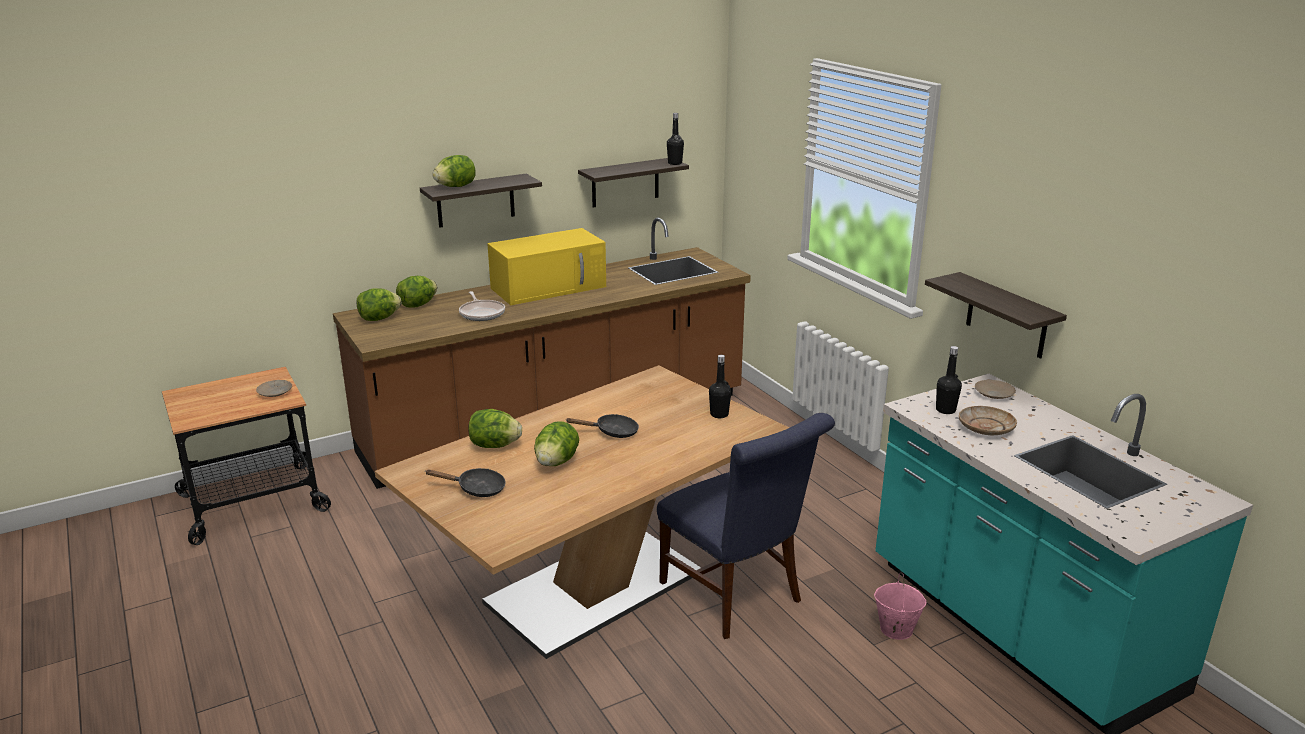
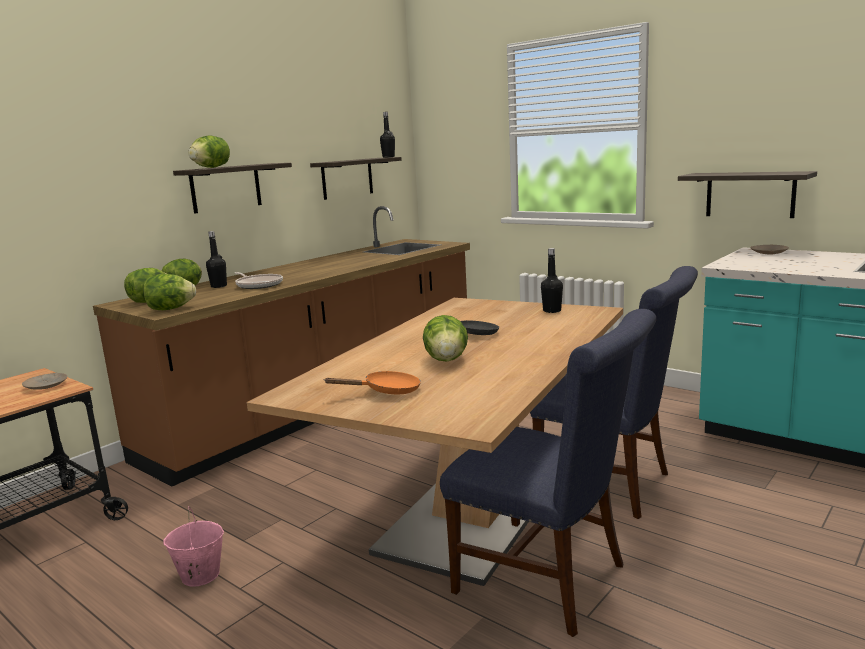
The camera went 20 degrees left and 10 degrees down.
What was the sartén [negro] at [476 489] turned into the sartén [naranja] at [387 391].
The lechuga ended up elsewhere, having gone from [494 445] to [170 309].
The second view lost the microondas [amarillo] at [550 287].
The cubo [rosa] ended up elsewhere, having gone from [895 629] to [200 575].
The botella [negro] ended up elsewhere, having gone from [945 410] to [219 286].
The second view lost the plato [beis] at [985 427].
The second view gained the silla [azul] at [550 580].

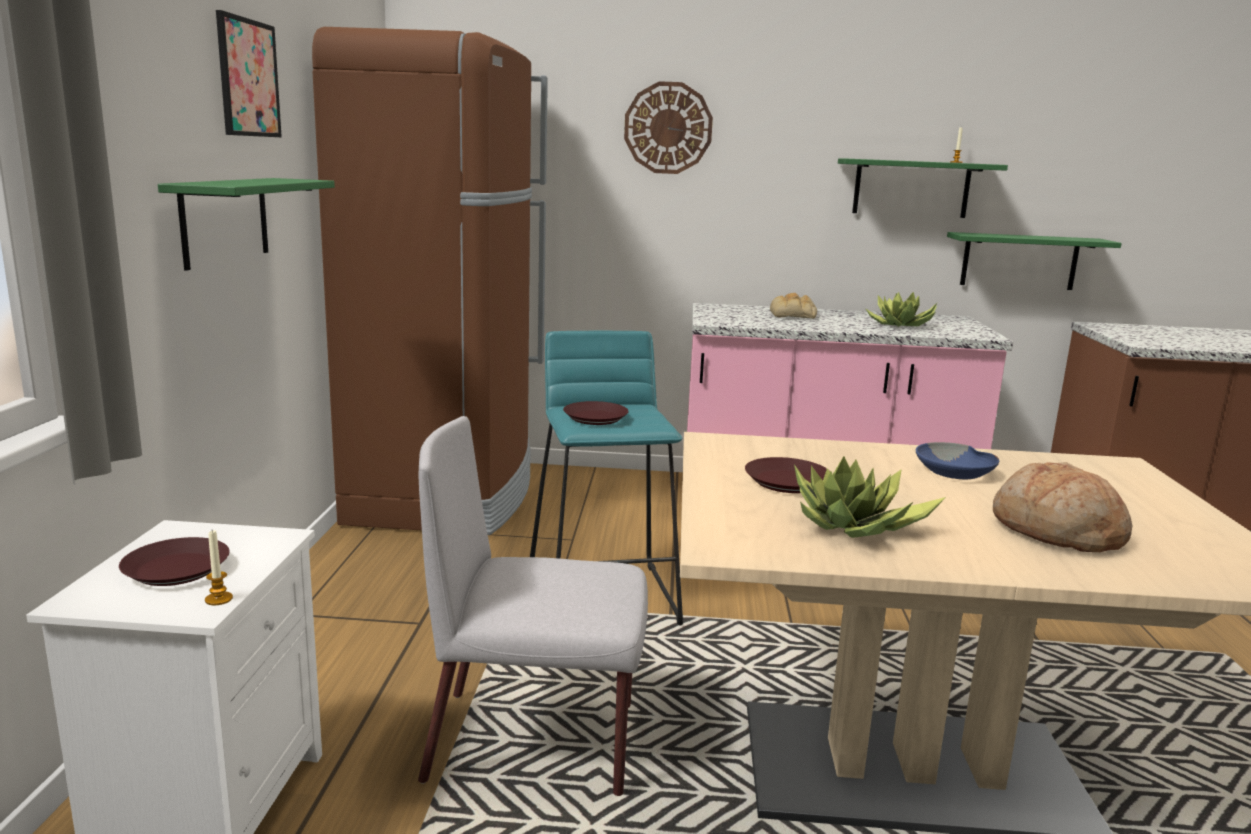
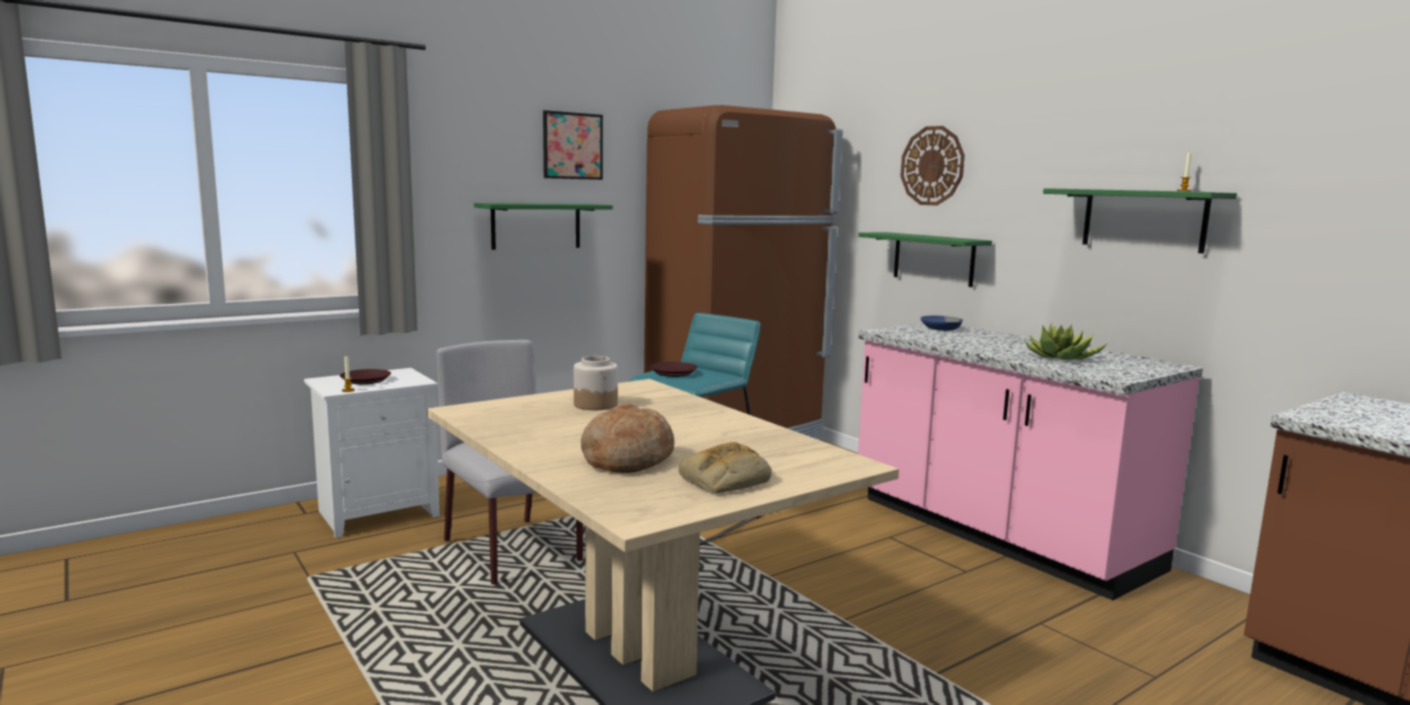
The camera went 50 degrees right and 5 degrees down.
Where the plato [marrón] stood at [786 482], the tarro came to stand at [596 404].
The pan ended up elsewhere, having gone from [793 315] to [724 480].
The second view lost the planta en maceta at [854 527].
The cuenco [azul] ended up elsewhere, having gone from [955 472] to [941 328].
The estante [verde] ended up elsewhere, having gone from [1019 261] to [933 259].

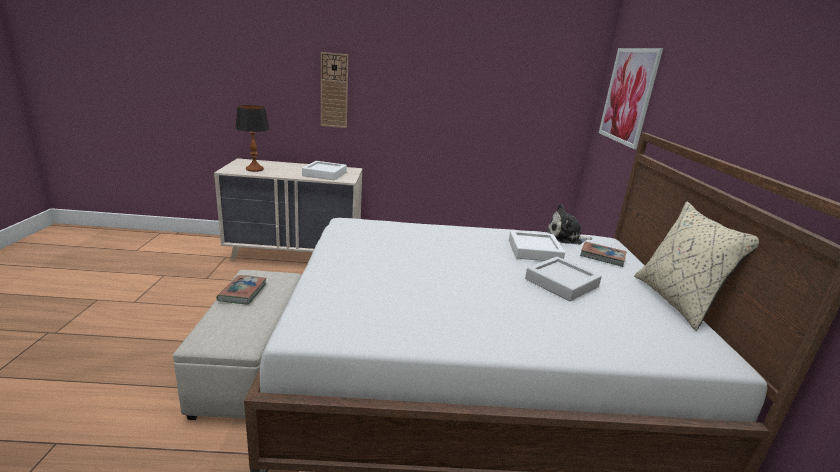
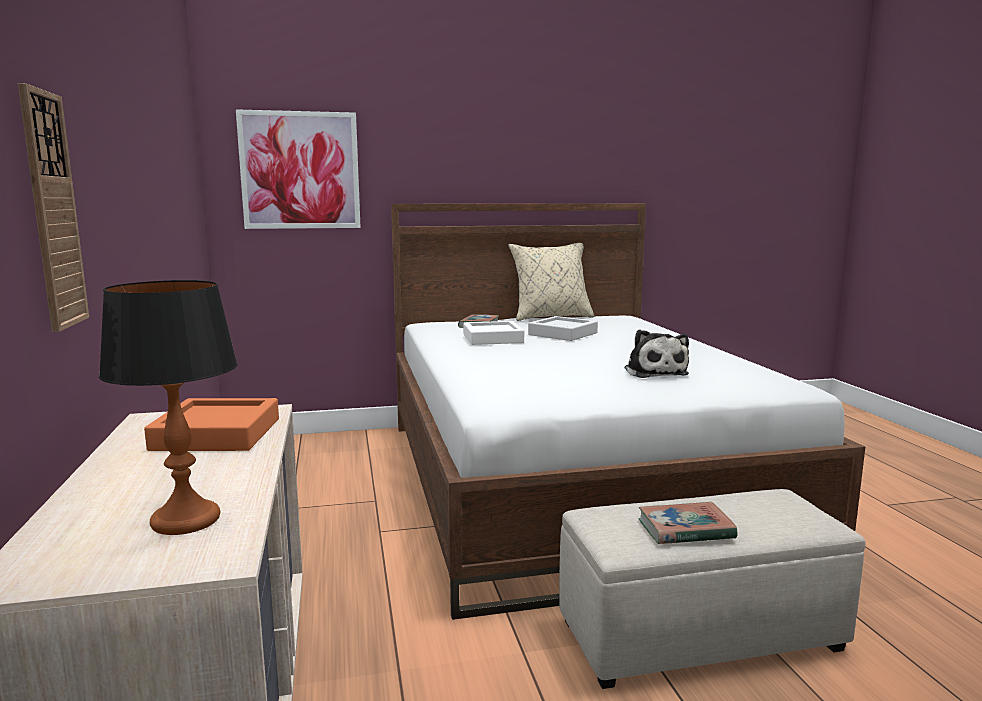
The camera went 100 degrees left and 10 degrees down.
What was the bandeja [blanco] at [324 174] turned into the bandeja [naranja] at [217 434].
The peluche ended up elsewhere, having gone from [566 237] to [654 372].

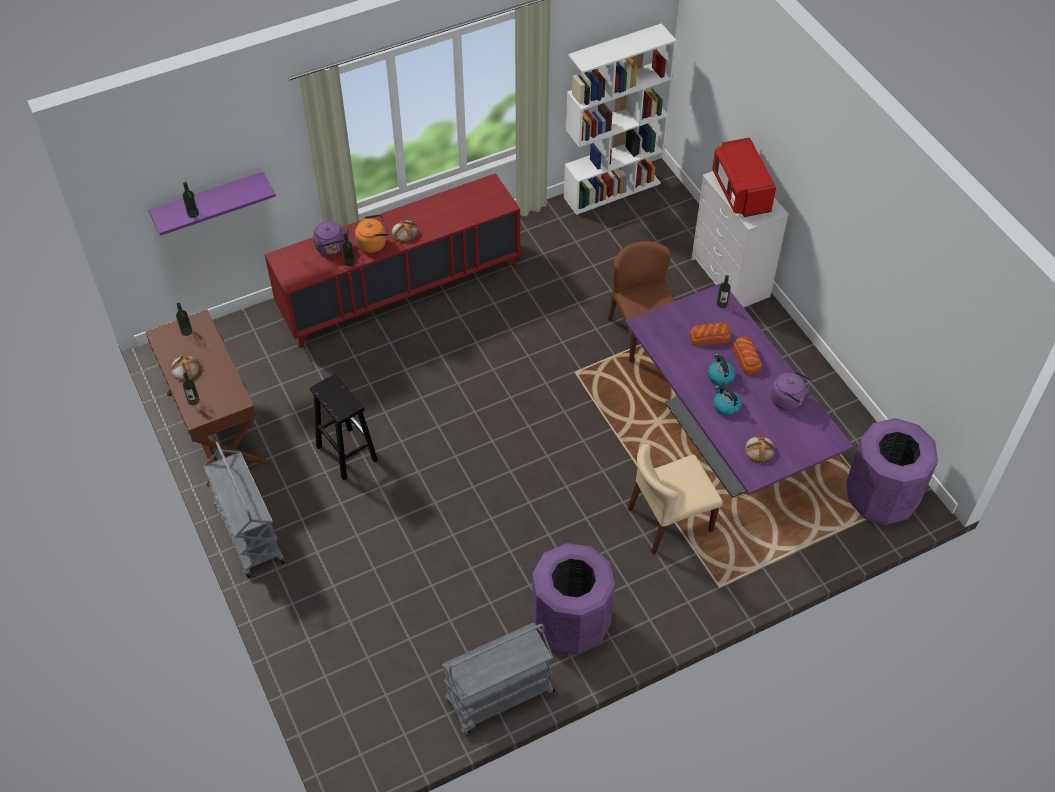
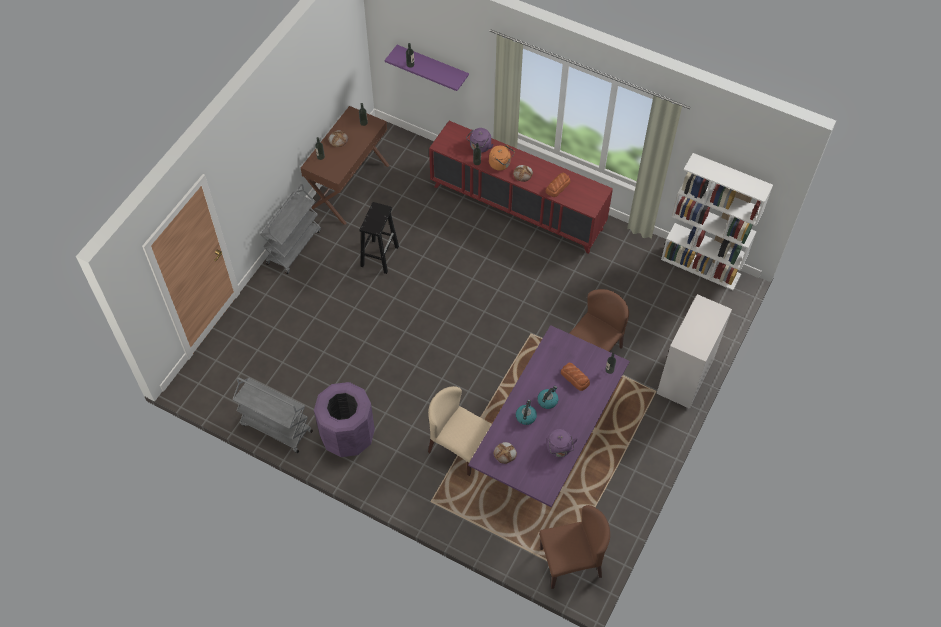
The camera went 55 degrees right and 5 degrees up.
The second view lost the microondas [rojo] at [740 192].
The pan ended up elsewhere, having gone from [746 359] to [557 187].
Where the papelera [morado] stood at [880 498], the silla [marrón] came to stand at [571 562].

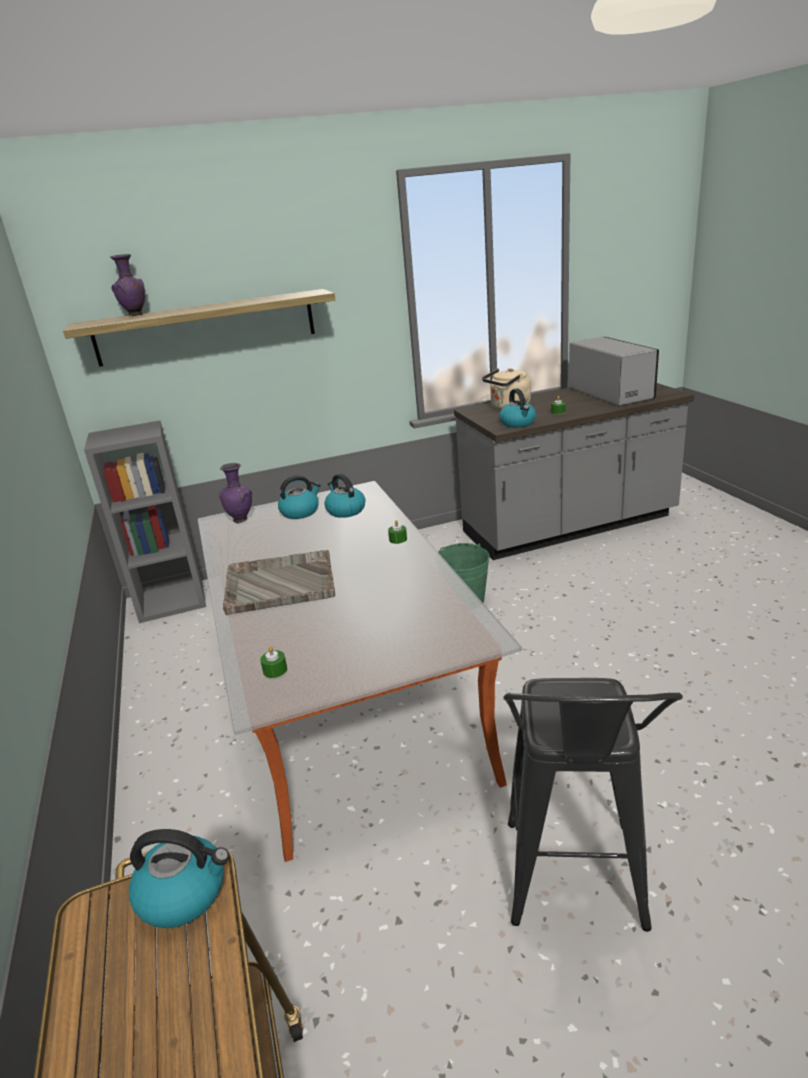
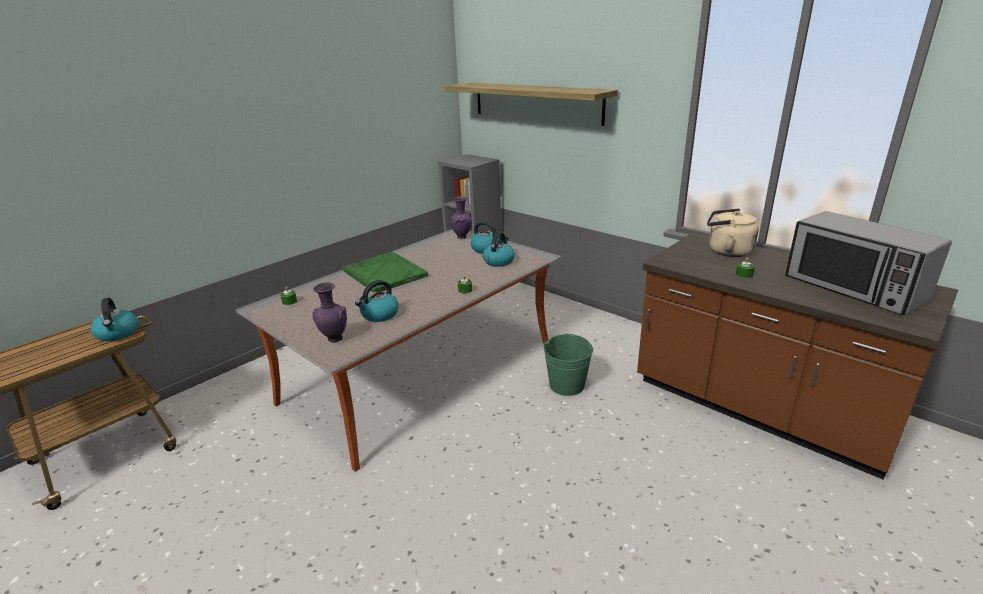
The camera went 60 degrees right and 0 degrees up.
The florero [morado] ended up elsewhere, having gone from [135 315] to [334 339].
What was the bandeja [gris] at [279 584] turned into the bandeja [verde] at [384 273].
What was the mueble bajo de cocina [gris] at [569 526] turned into the mueble bajo de cocina [marrón] at [758 408].
The hervidor ended up elsewhere, having gone from [518 423] to [379 315].
The second view lost the taburete [negro] at [574 889].
The microondas at [610 393] ended up facing another way, 105 degrees clockwise from before.

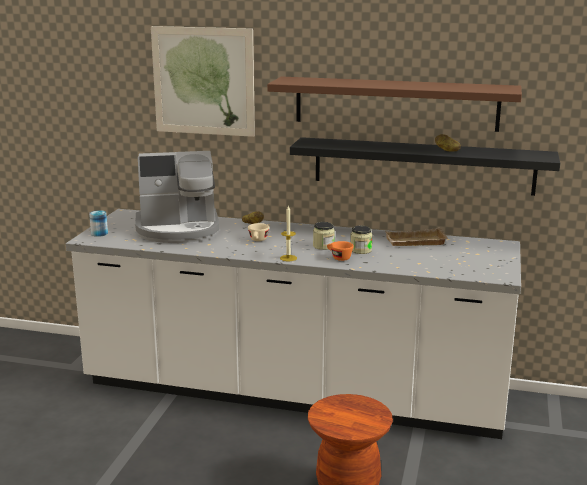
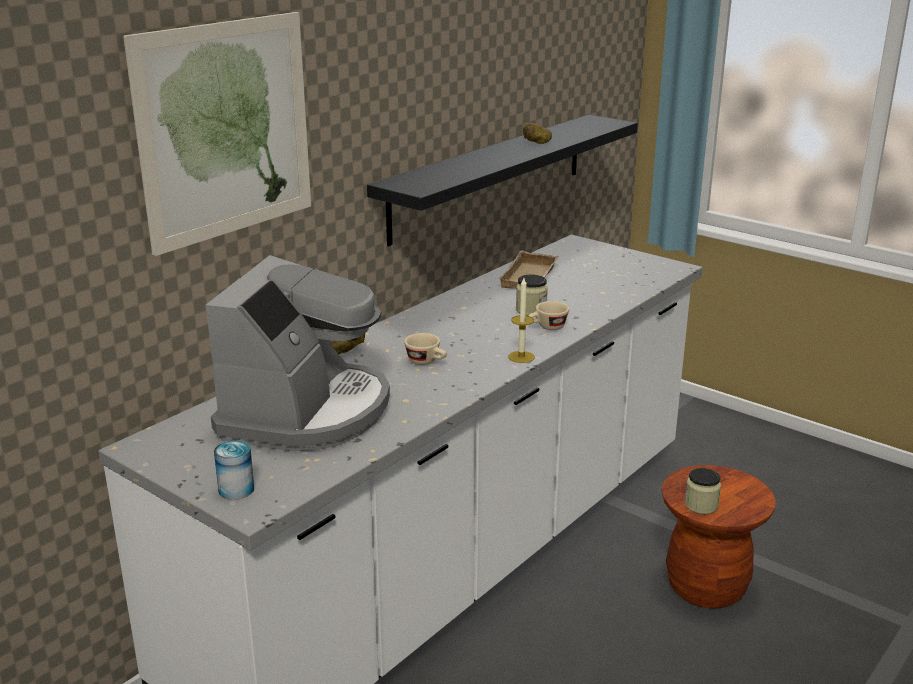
The camera went 65 degrees left and 5 degrees up.
The second view lost the estante [marrón] at [395 103].
The tarro ended up elsewhere, having gone from [323 246] to [701 505].
What was the taza [naranja] at [338 258] turned into the taza [beis] at [547 328].

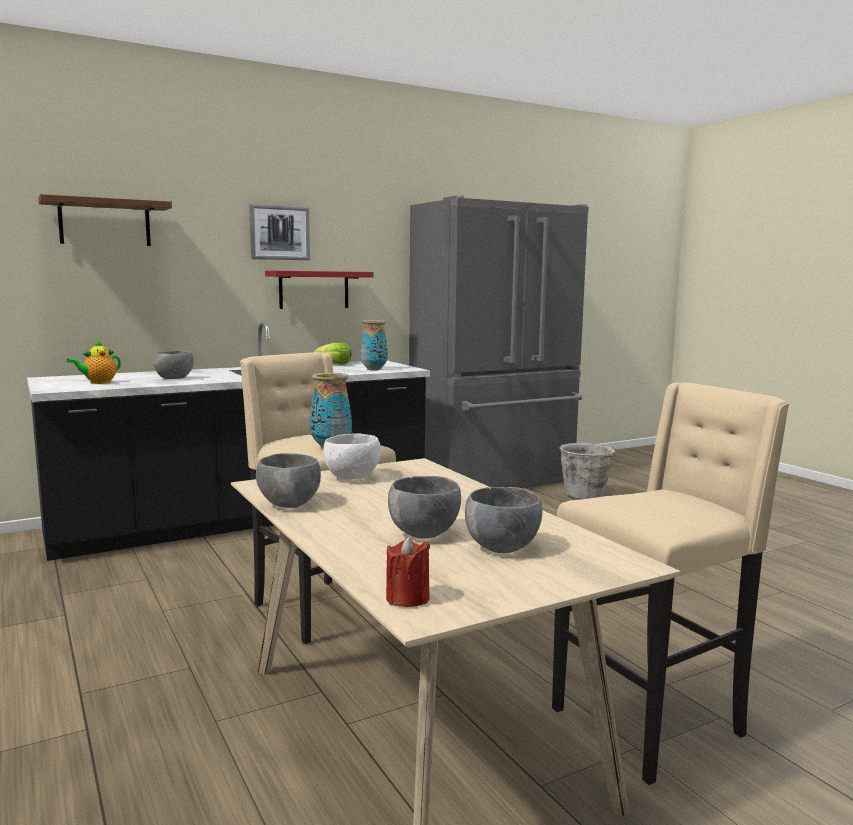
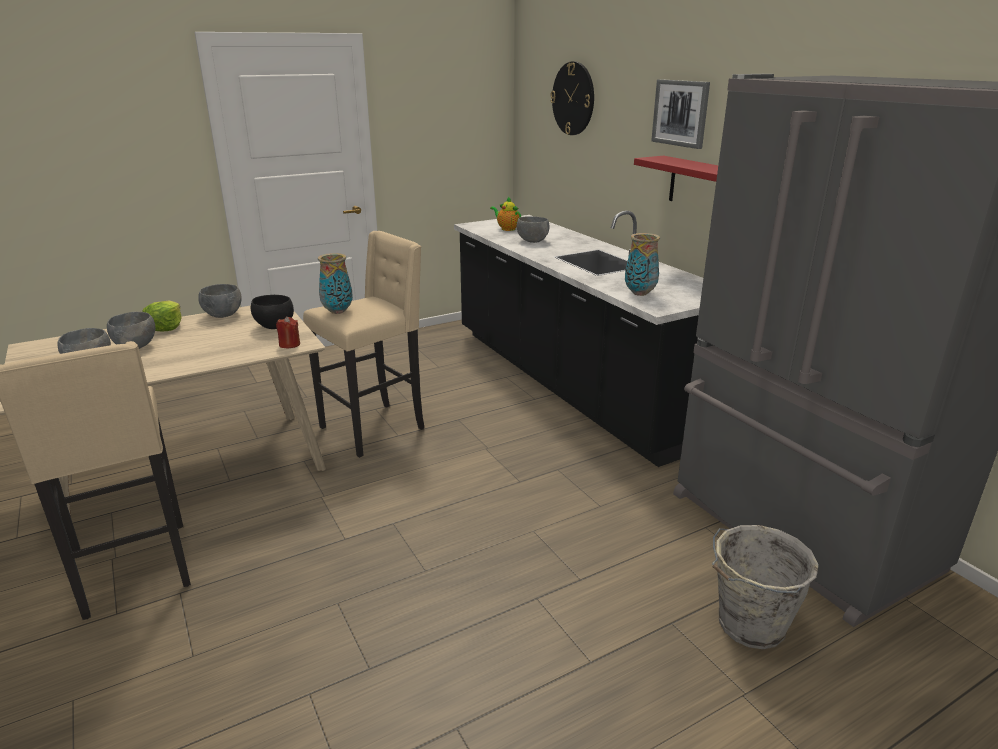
The camera went 90 degrees right and 15 degrees up.
Where the estante [marrón] hung at [105 223], the reloj de pared came to hang at [573 99].
The lechuga ended up elsewhere, having gone from [334 364] to [165 327].
What was the cuenco [blanco] at [353 477] turned into the cuenco [negro] at [274 327].
The vela [rojo] ended up elsewhere, having gone from [407 598] to [289 344].

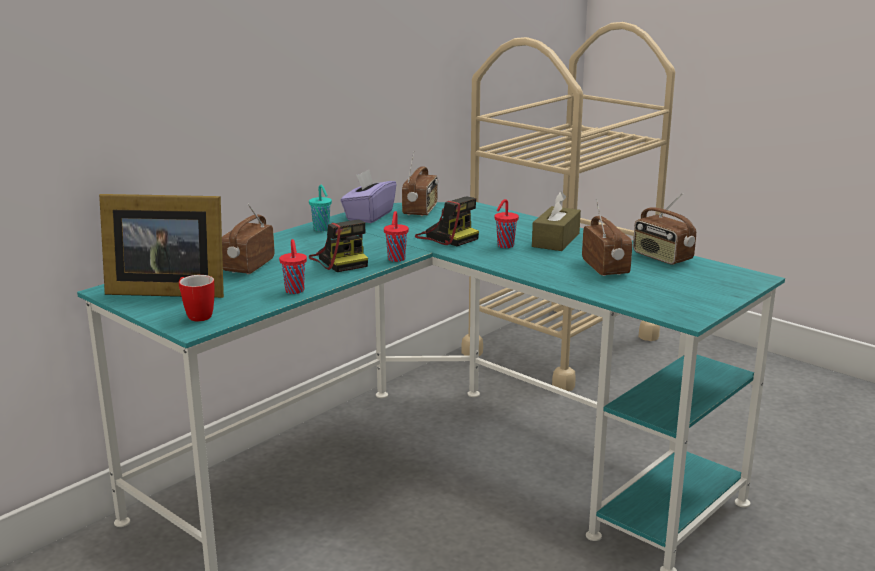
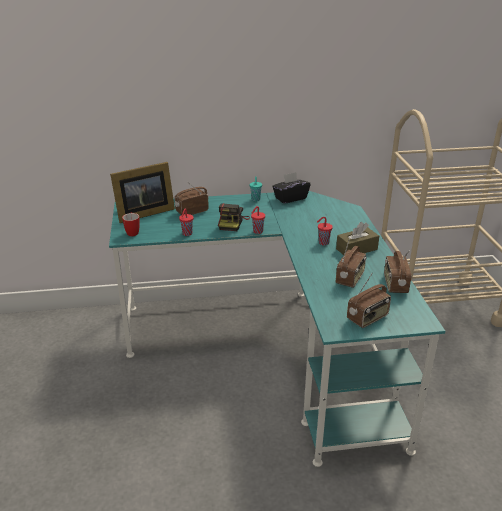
The camera went 40 degrees right and 10 degrees up.
The portarretratos at [165 290] ended up facing another way, 75 degrees counterclockwise from before.
What was the caja de pañuelos [morado] at [369 216] turned into the caja de pañuelos [negro] at [290 198].
The radio ended up elsewhere, having gone from [421 210] to [368 318].
The second view lost the cámara at [446 237].

